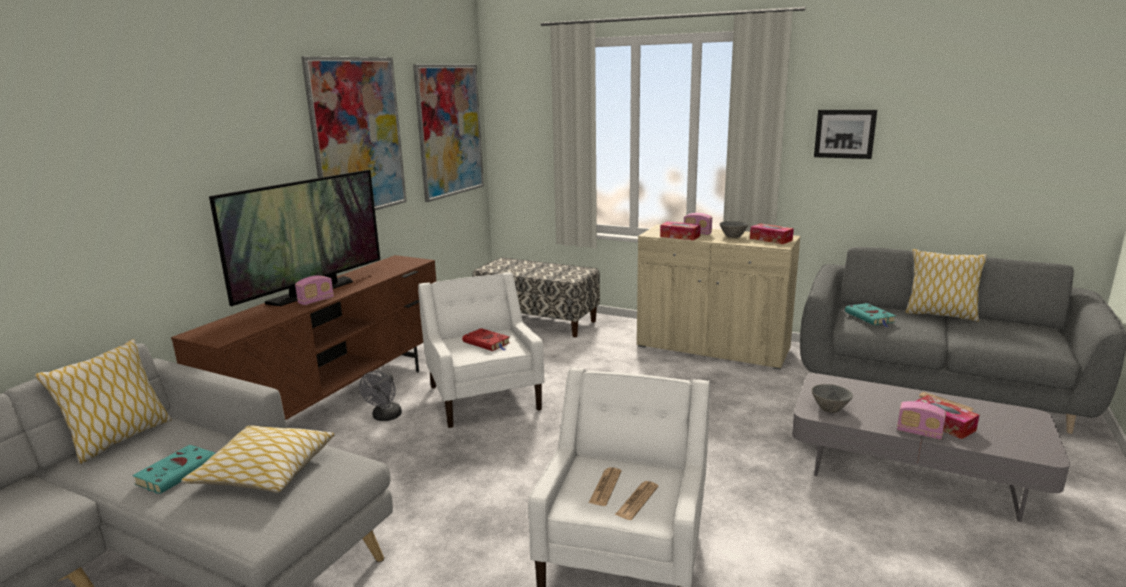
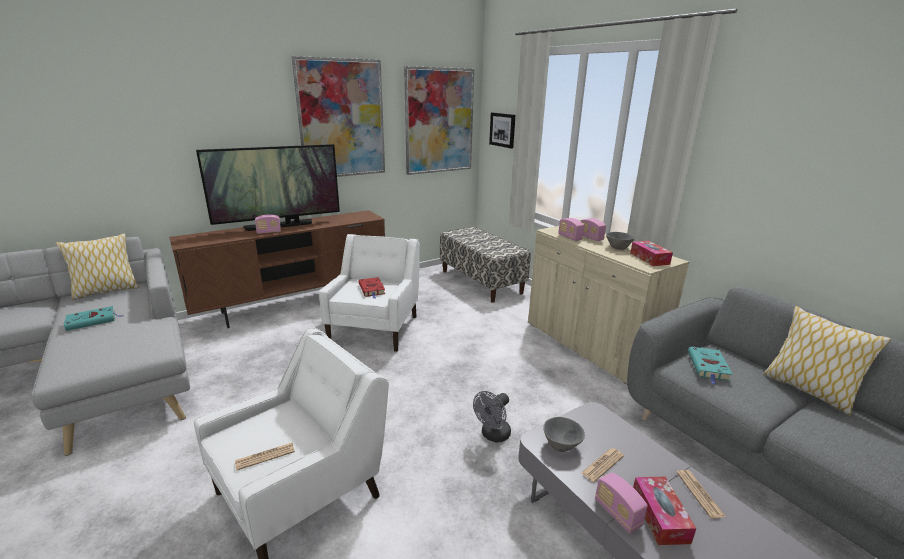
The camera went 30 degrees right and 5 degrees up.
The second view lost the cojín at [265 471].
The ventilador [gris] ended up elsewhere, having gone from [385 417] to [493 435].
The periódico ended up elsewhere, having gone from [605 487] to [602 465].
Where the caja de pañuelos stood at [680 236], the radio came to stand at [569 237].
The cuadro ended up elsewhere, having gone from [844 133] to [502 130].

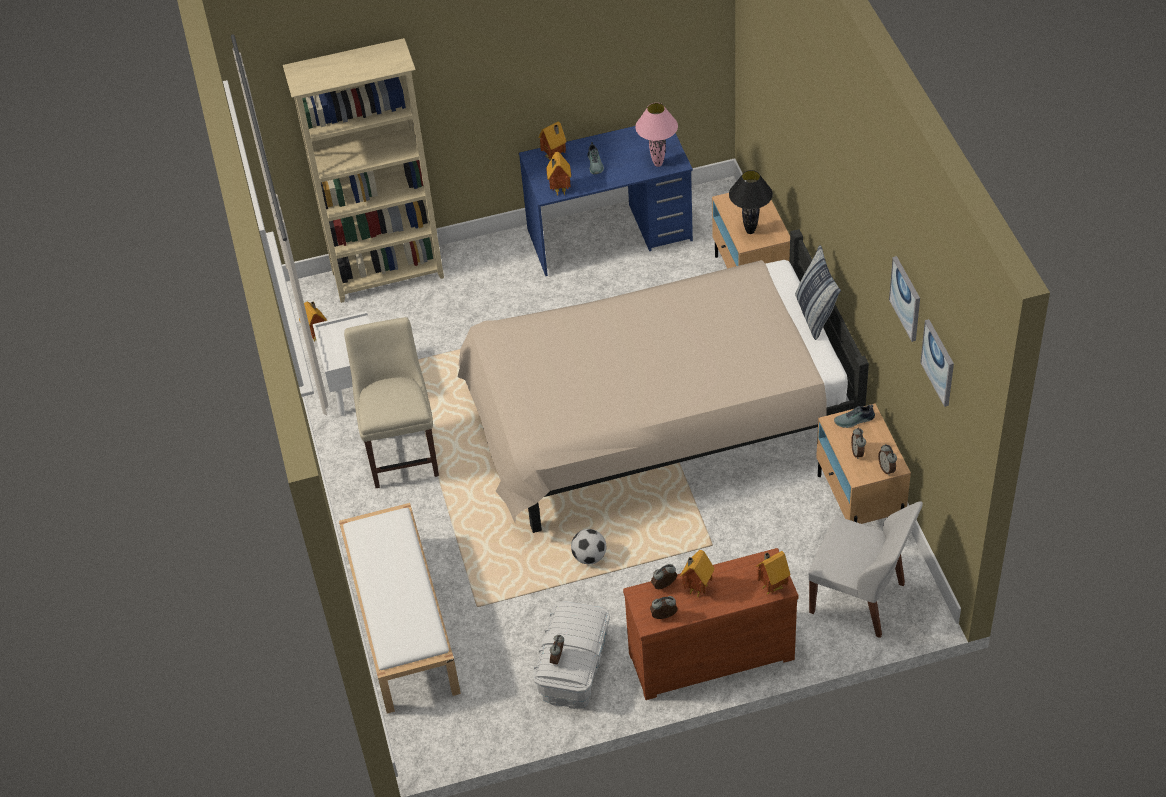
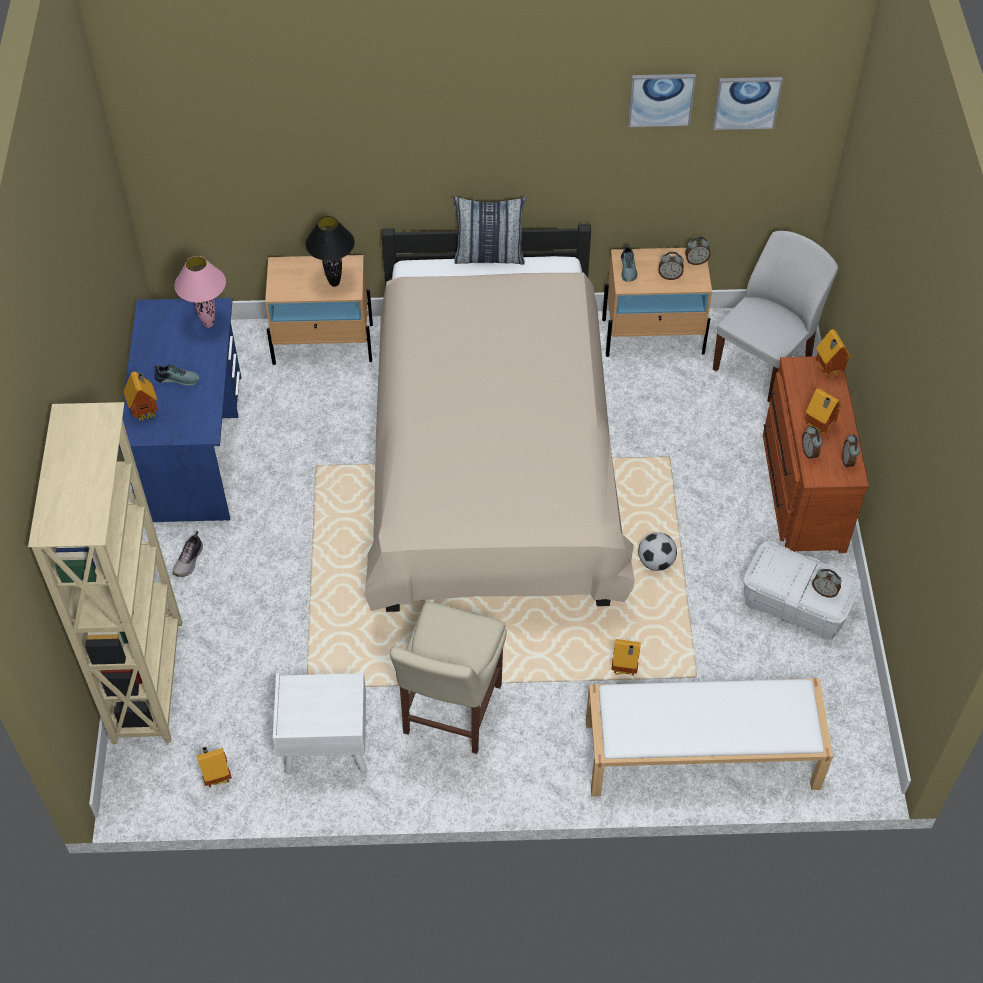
The camera went 80 degrees left and 5 degrees up.
The silla [beis] at [402 453] ended up facing another way, 75 degrees counterclockwise from before.
The casita ended up elsewhere, having gone from [559 190] to [624 671].
The second view gained the zapato at [189 560].

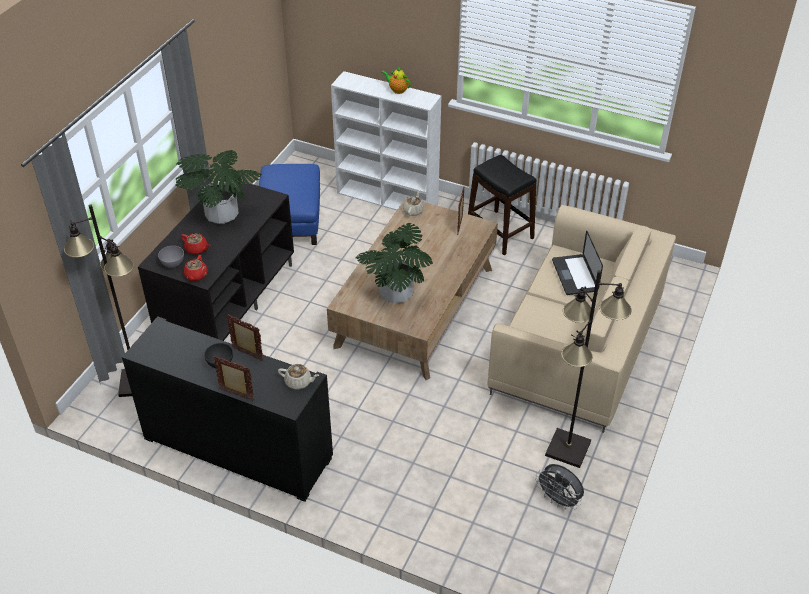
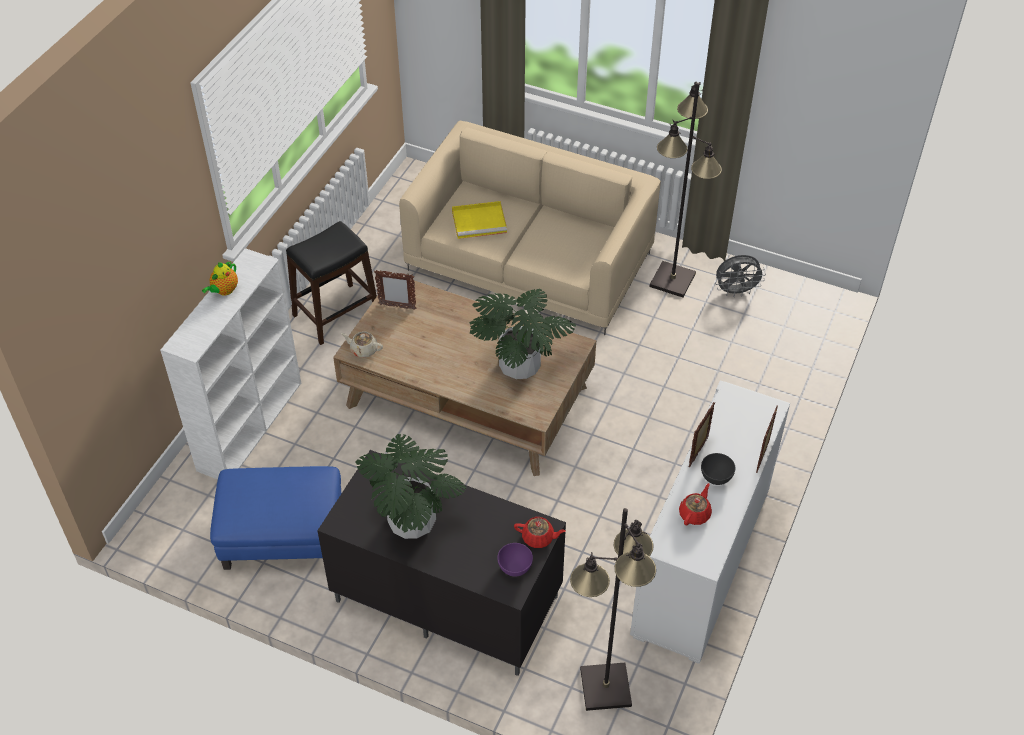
The camera went 90 degrees left and 5 degrees up.
What was the armario [negro] at [238 447] turned into the armario [blanco] at [701 561].
What was the cuenco [gris] at [172 263] turned into the cuenco [morado] at [514 568].
The tetera [rojo] ended up elsewhere, having gone from [197 249] to [695 514].
The second view lost the tetera [beis] at [299 382].
The ventilador [gris] at [558 500] ended up facing another way, 45 degrees clockwise from before.
Where the portátil stood at [574 275], the bandeja [amarillo] came to stand at [480 221].

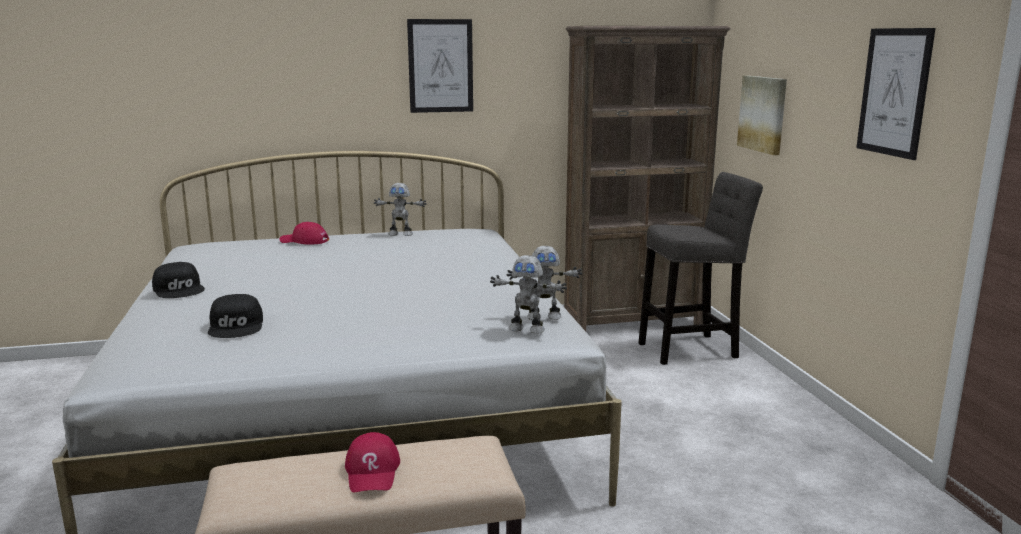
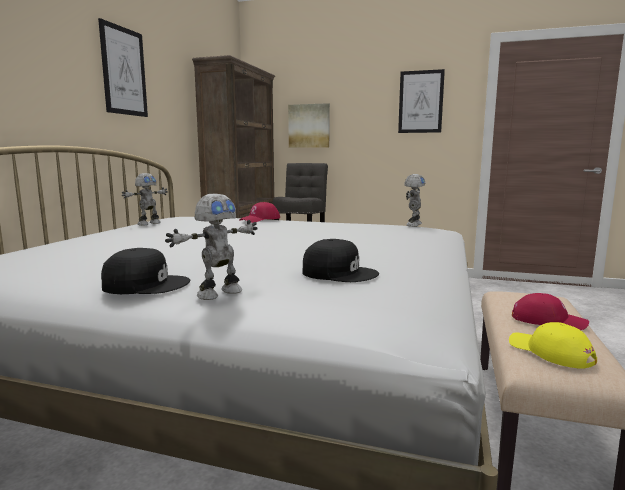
The camera went 60 degrees left and 5 degrees down.
The gorra [rojo] ended up elsewhere, having gone from [304 241] to [260 219].
The robot de juguete ended up elsewhere, having gone from [527 329] to [218 293].
The second view gained the gorra [amarillo] at [550 352].

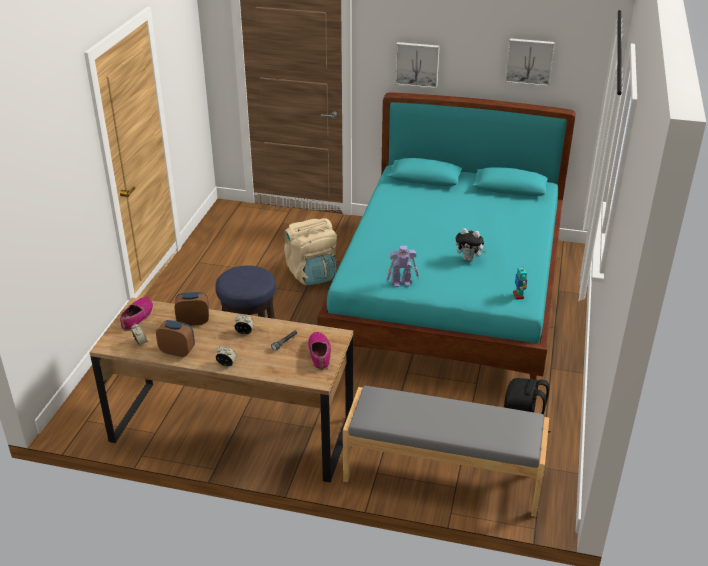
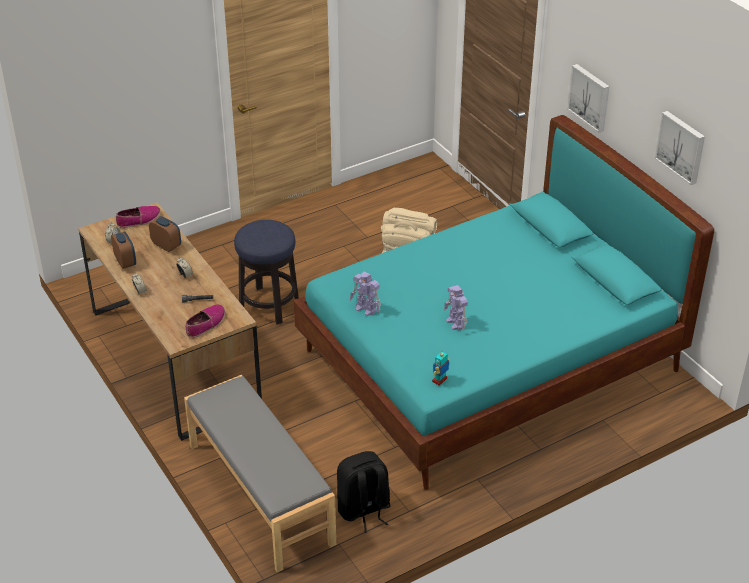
The camera went 45 degrees right and 5 degrees up.
Where the peluche stood at [469 259], the robot de juguete came to stand at [456 323].

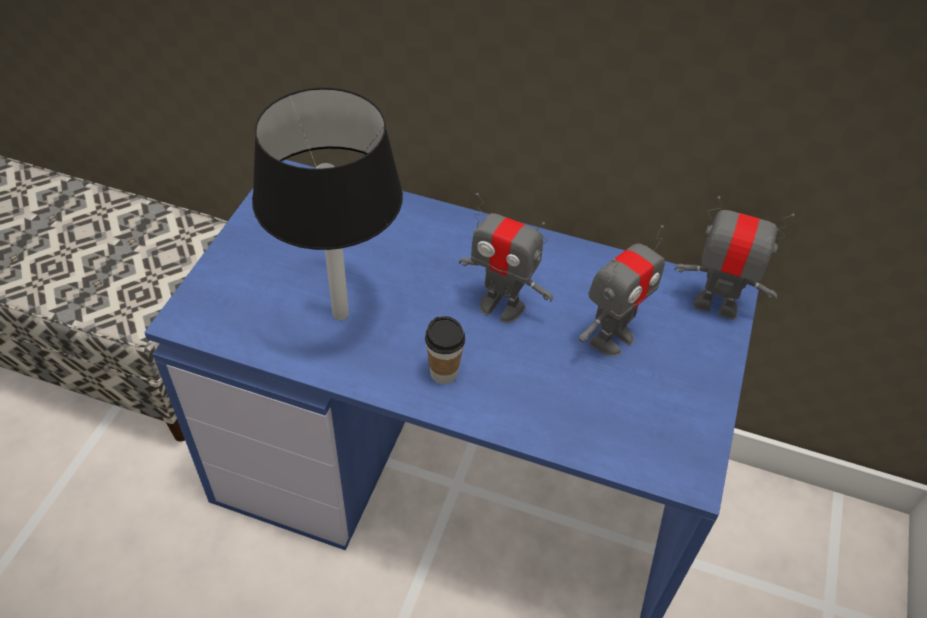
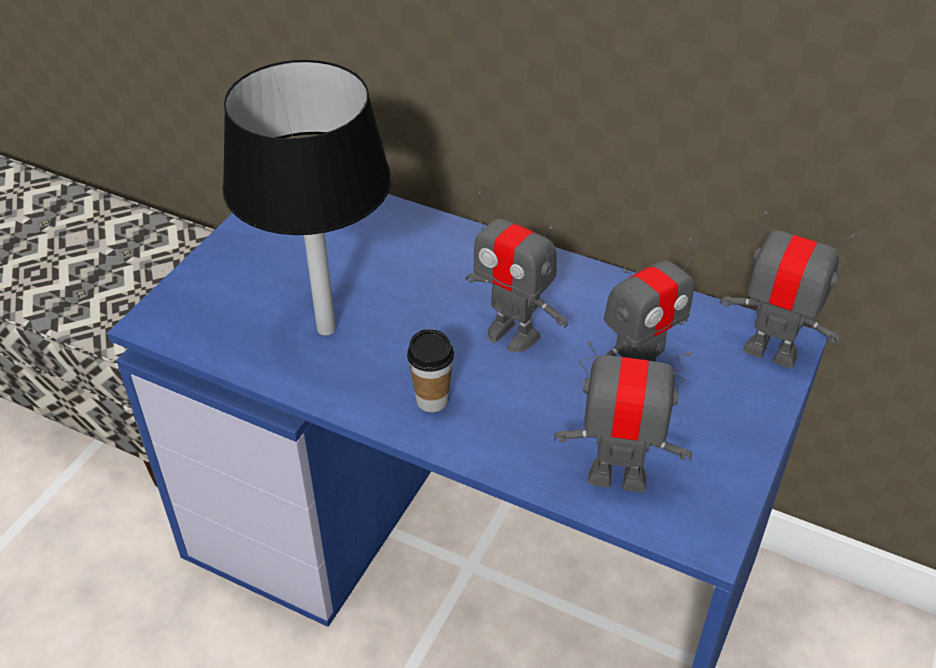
The camera went 10 degrees right and 5 degrees down.
The second view gained the robot de juguete at [617 475].

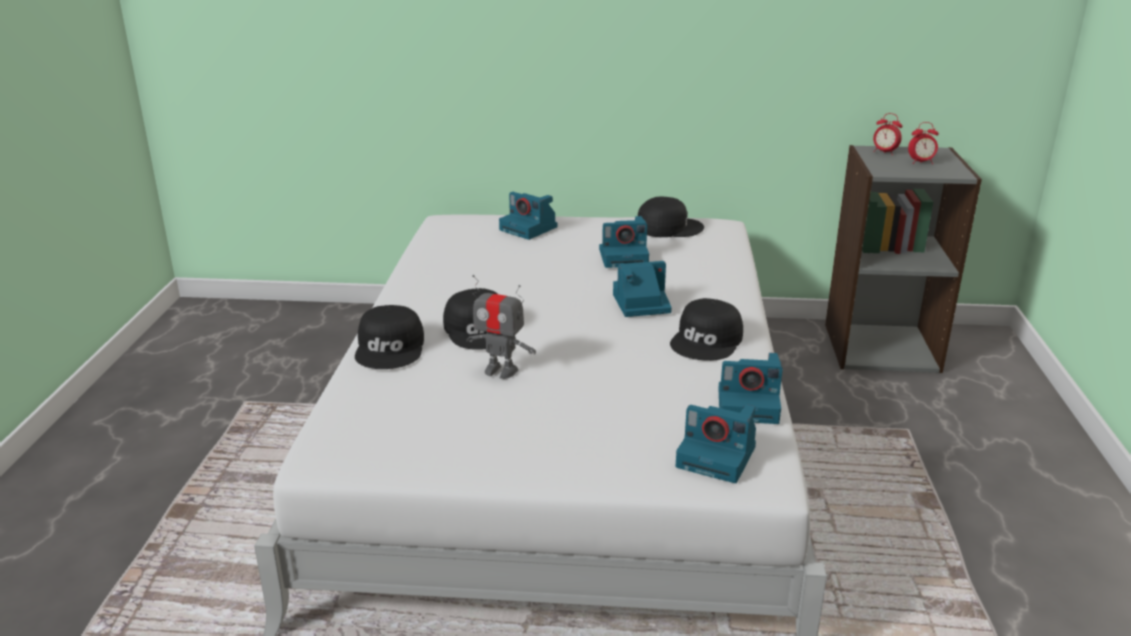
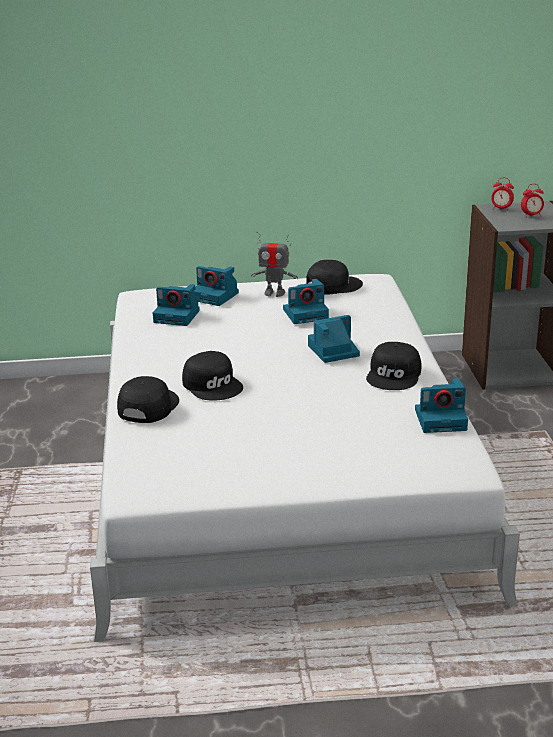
The camera went 10 degrees left and 0 degrees up.
The gorra [negro] at [391 348] ended up facing another way, 150 degrees counterclockwise from before.
The robot de juguete ended up elsewhere, having gone from [500 370] to [274 293].
The cámara ended up elsewhere, having gone from [718 457] to [178 316].

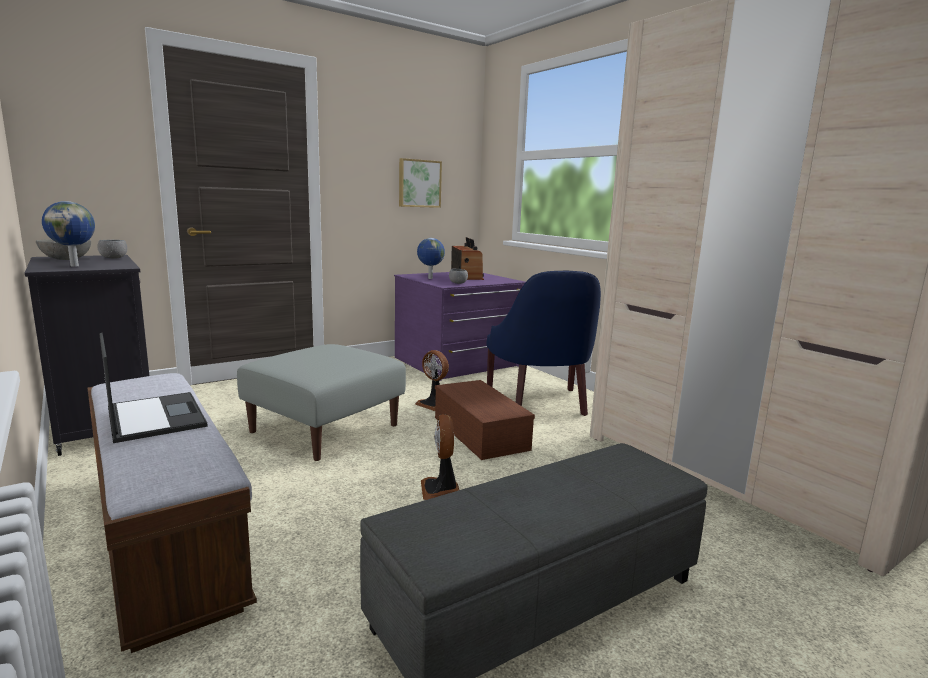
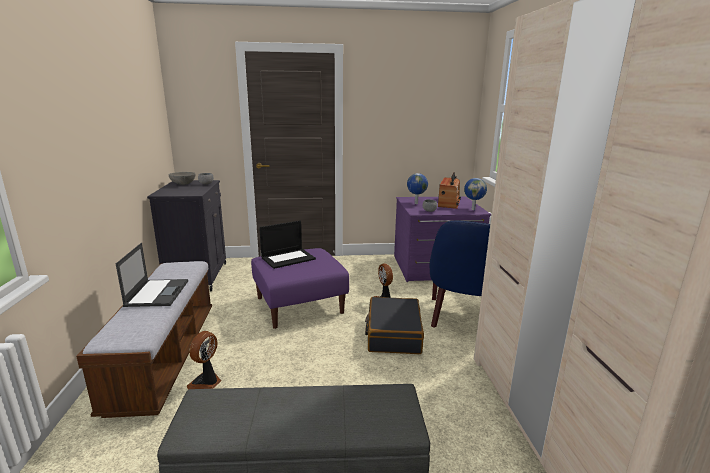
The camera went 30 degrees right and 5 degrees up.
The globo terráqueo ended up elsewhere, having gone from [75 265] to [473 209].
What was the puf [gris] at [325 428] turned into the puf [morado] at [300 305].
The second view lost the cuadro at [419 183].
The ventilador ended up elsewhere, having gone from [440 489] to [206 382].
Where the caja de almacenaje [marrón] stood at [482 433], the maleta [negro] came to stand at [393 334].
The second view gained the portátil at [288 258].

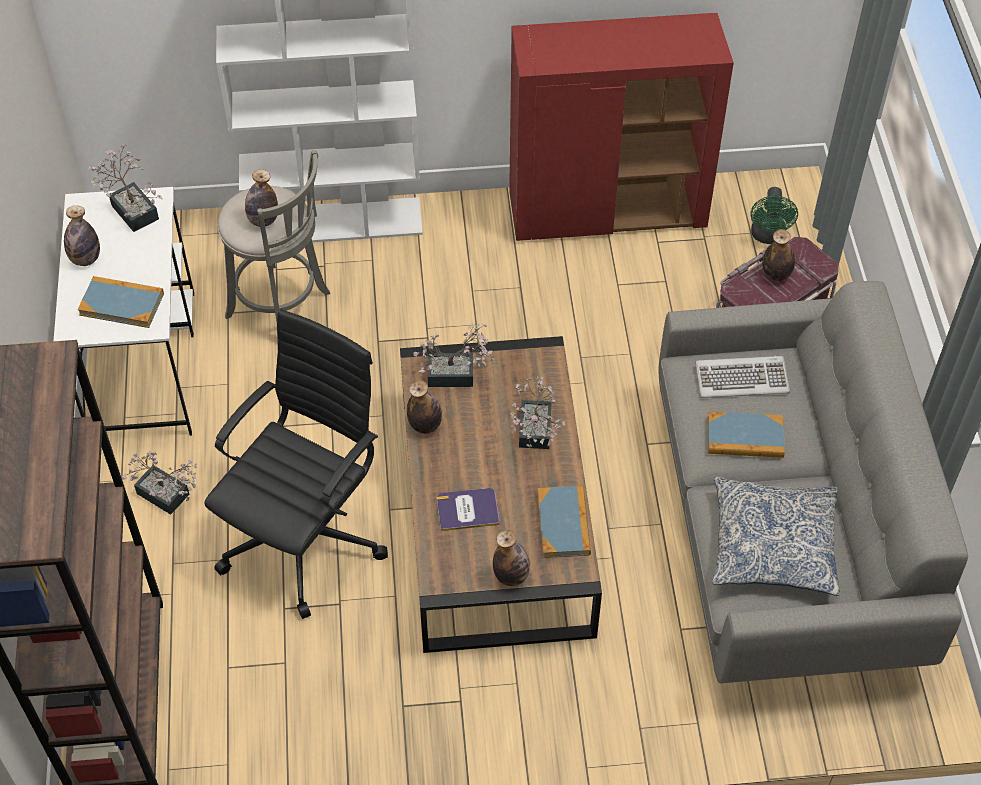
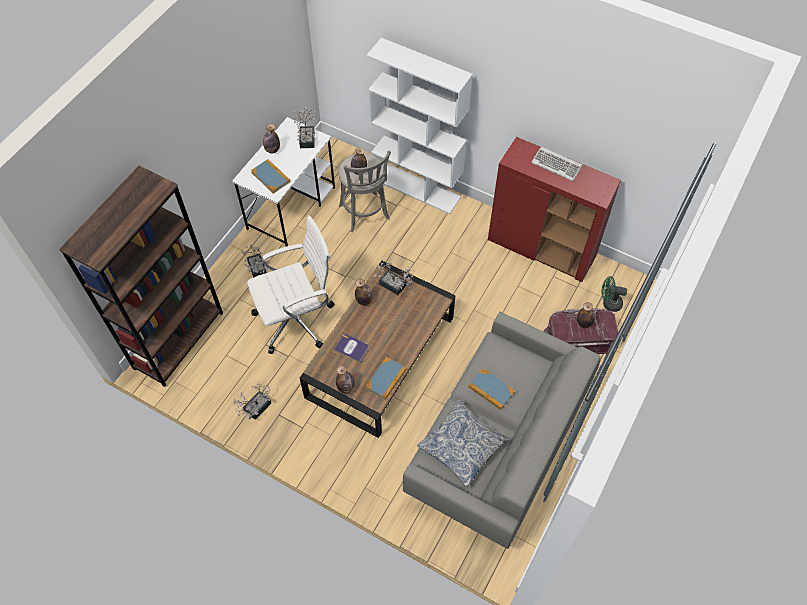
The camera went 35 degrees right and 5 degrees up.
What was the silla de oficina [negro] at [306 536] turned into the silla de oficina [blanco] at [297 319].
The planta en maceta ended up elsewhere, having gone from [534 434] to [255 409].
The teclado ended up elsewhere, having gone from [741 378] to [556 165].
The ventilador [verde] at [768 236] ended up facing another way, 60 degrees clockwise from before.

